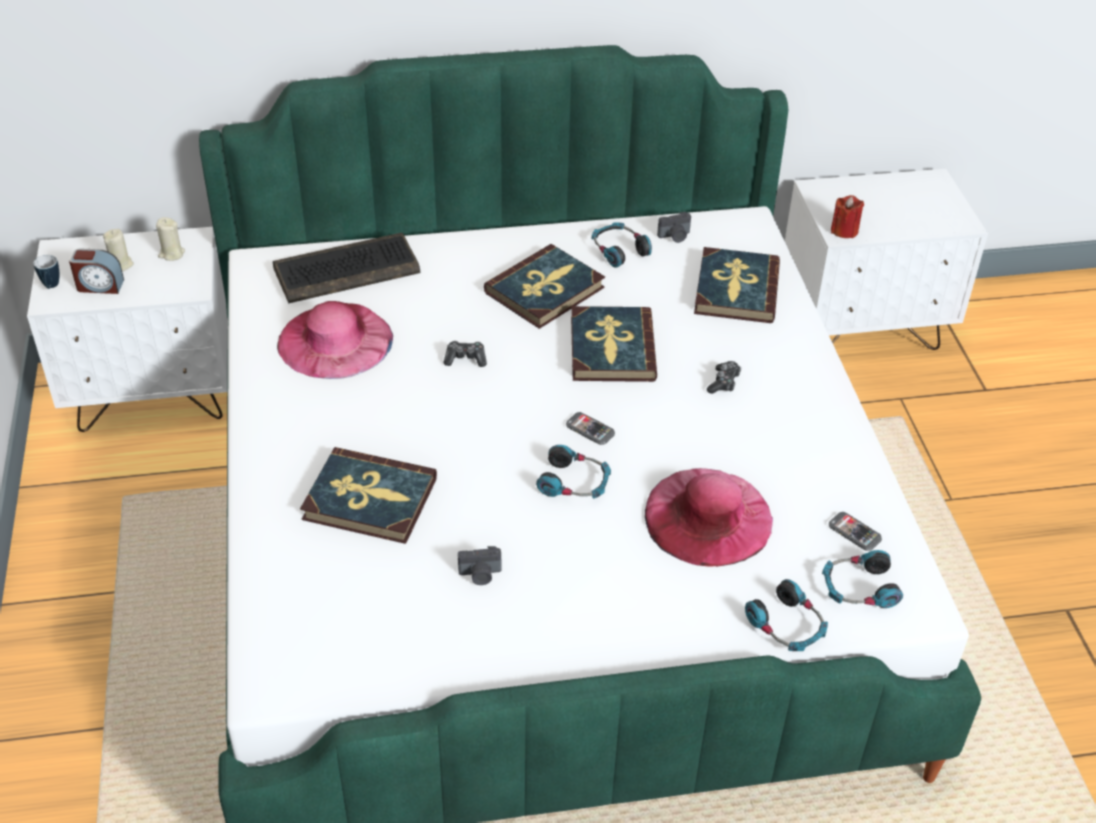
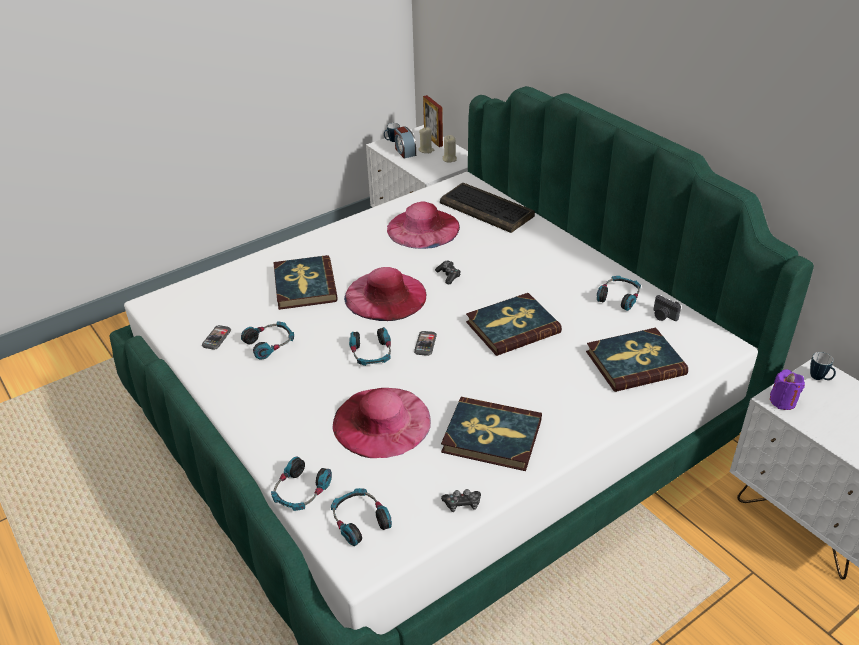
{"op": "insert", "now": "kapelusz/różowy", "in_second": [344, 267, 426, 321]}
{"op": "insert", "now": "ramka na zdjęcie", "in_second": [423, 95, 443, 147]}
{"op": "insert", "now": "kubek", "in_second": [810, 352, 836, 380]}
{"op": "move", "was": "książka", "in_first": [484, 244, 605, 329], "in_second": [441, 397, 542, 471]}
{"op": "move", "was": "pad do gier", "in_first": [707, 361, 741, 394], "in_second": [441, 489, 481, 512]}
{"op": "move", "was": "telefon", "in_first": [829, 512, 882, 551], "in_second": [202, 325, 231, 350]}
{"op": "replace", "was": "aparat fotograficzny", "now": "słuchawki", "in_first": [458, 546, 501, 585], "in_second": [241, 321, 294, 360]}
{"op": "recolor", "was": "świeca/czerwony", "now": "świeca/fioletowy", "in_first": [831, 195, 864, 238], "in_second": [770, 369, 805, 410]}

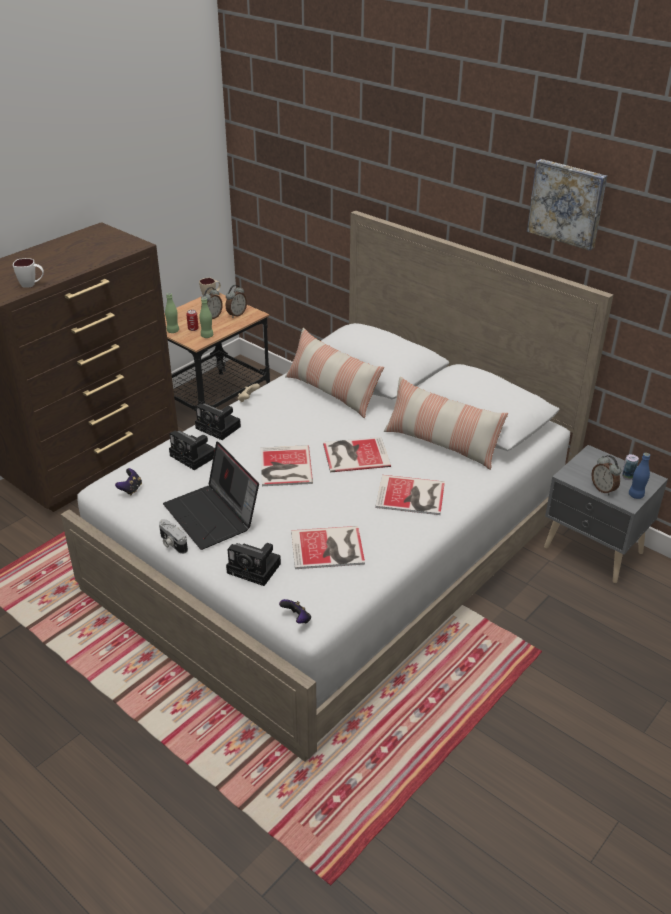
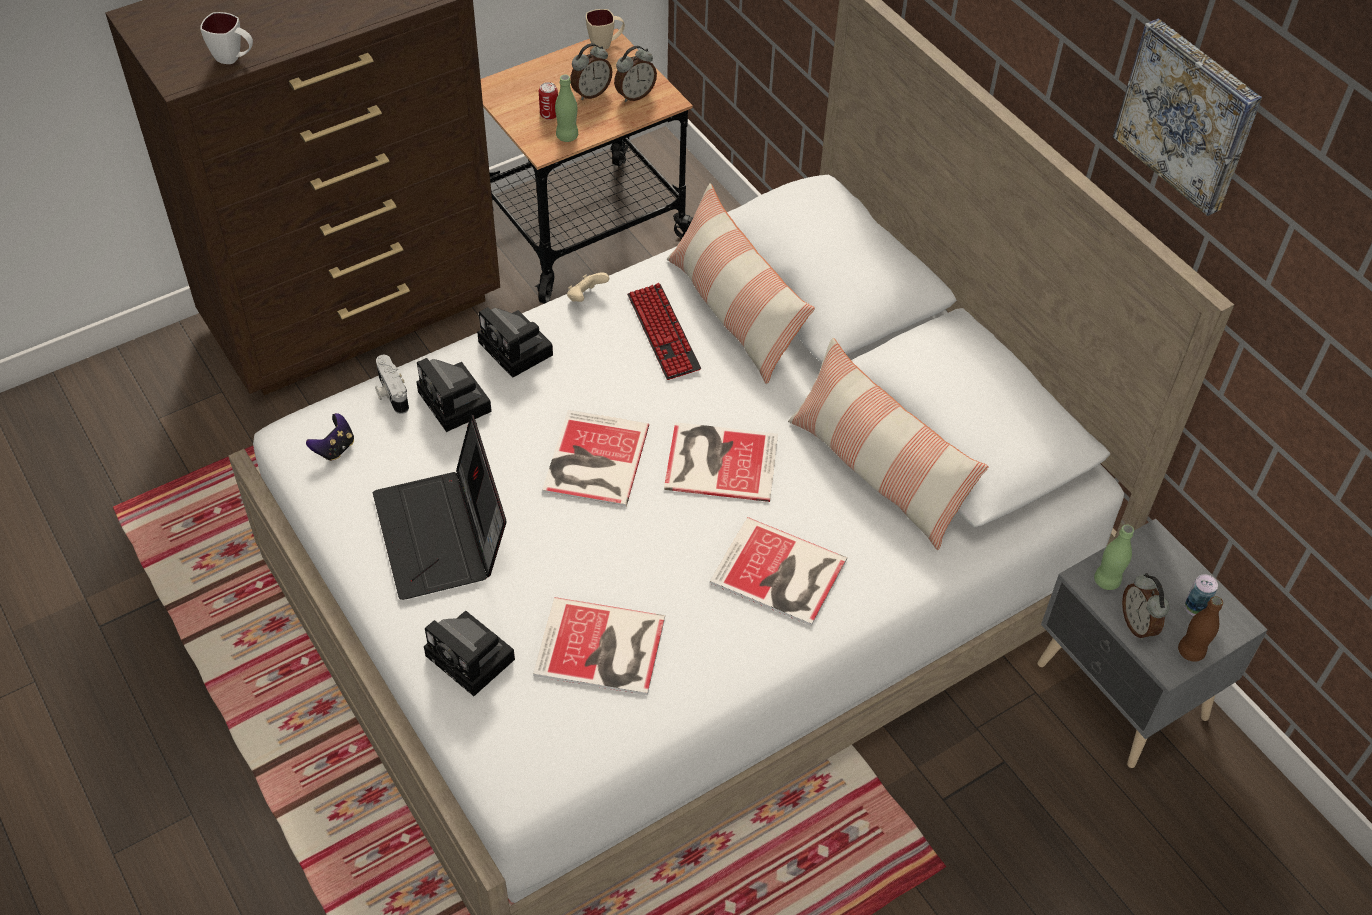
{"op": "delete", "was": "pad do gier", "in_first": [279, 599, 311, 623]}
{"op": "insert", "now": "klawiatura", "in_second": [627, 283, 701, 380]}
{"op": "move", "was": "aparat fotograficzny", "in_first": [159, 519, 188, 554], "in_second": [375, 355, 409, 414]}
{"op": "move", "was": "butelka/zielony", "in_first": [165, 293, 179, 333], "in_second": [1094, 524, 1134, 590]}
{"op": "recolor", "was": "butelka/niebieski", "now": "butelka/brązowy", "in_first": [629, 453, 650, 499], "in_second": [1178, 596, 1223, 662]}

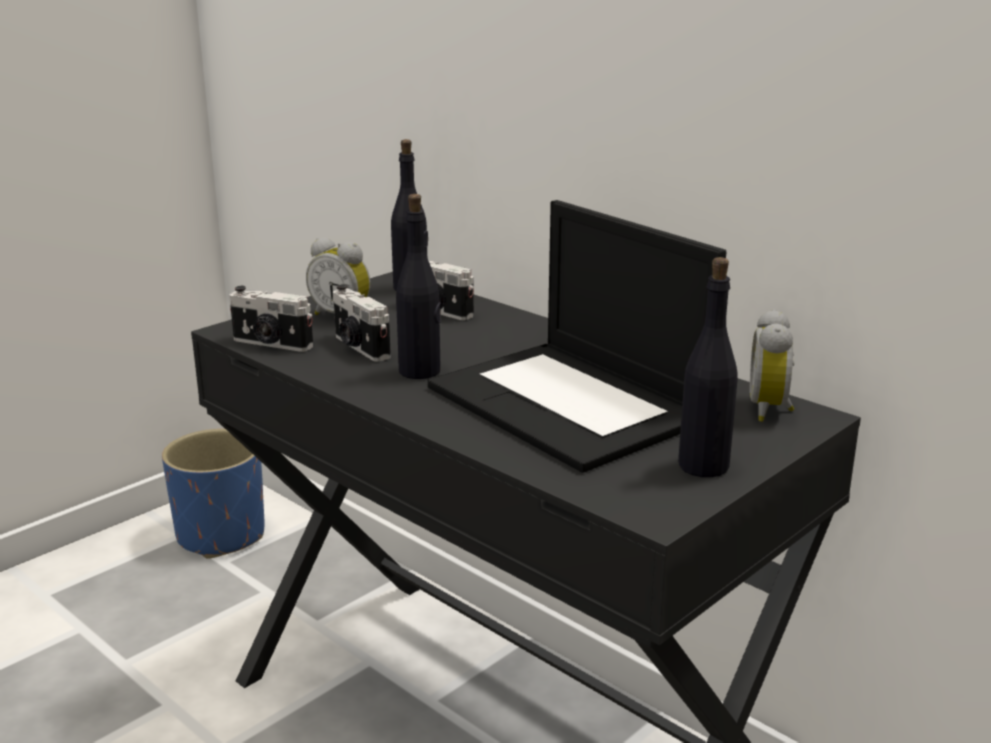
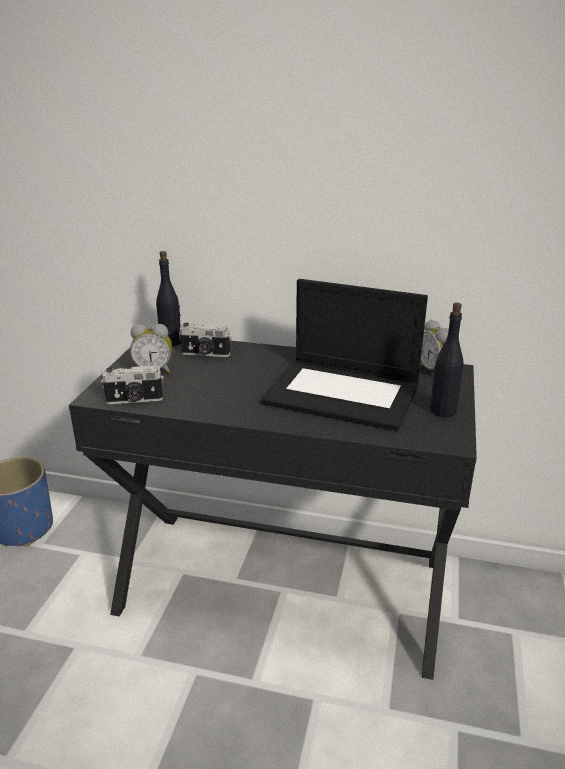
{"op": "delete", "was": "aparat fotograficzny", "in_first": [333, 284, 391, 362]}
{"op": "delete", "was": "butelka/czarny", "in_first": [396, 194, 441, 379]}

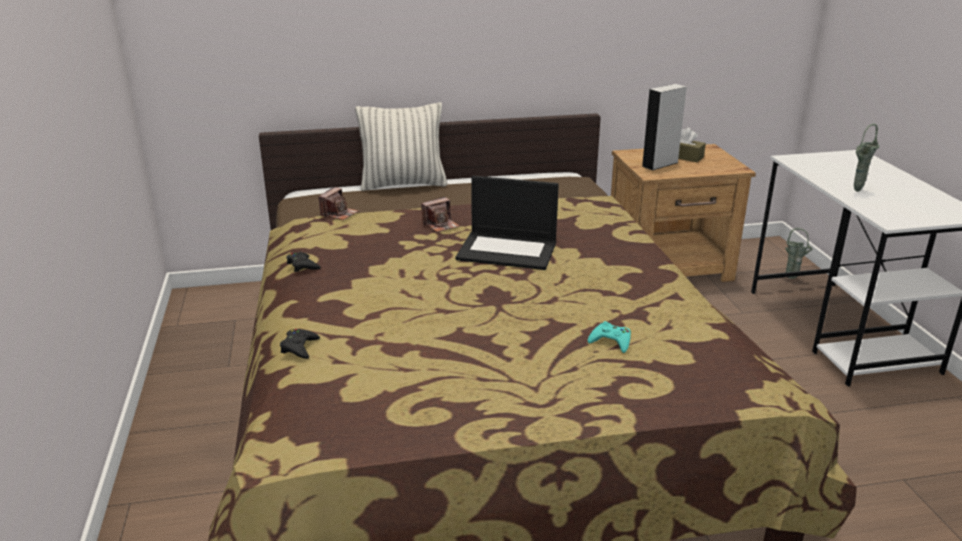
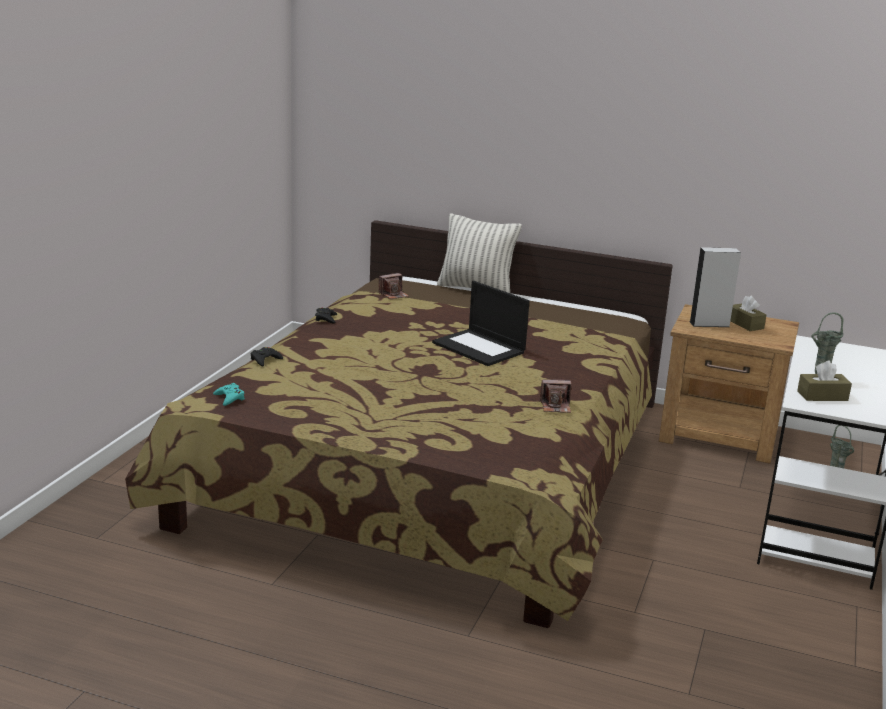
{"op": "insert", "now": "pudełko chusteczek/brązowy", "in_second": [797, 361, 852, 401]}
{"op": "move", "was": "aparat fotograficzny", "in_first": [421, 197, 460, 232], "in_second": [539, 380, 571, 413]}
{"op": "move", "was": "pad do gier/turkusowy", "in_first": [588, 321, 631, 353], "in_second": [213, 383, 245, 406]}

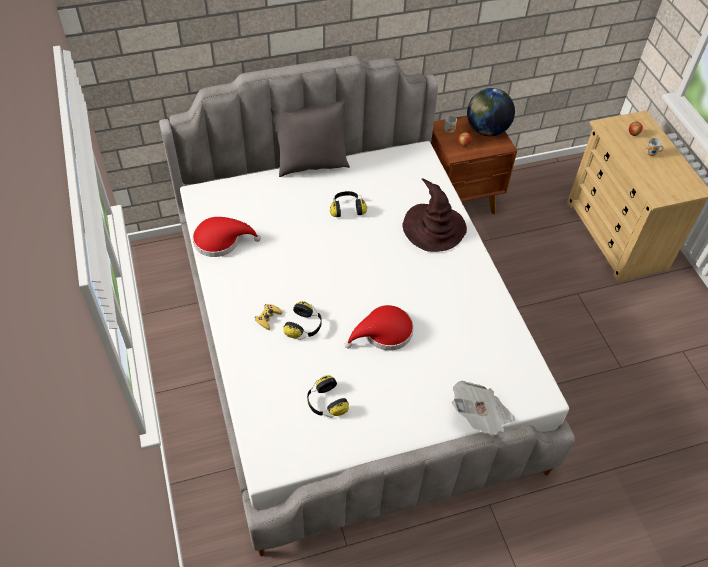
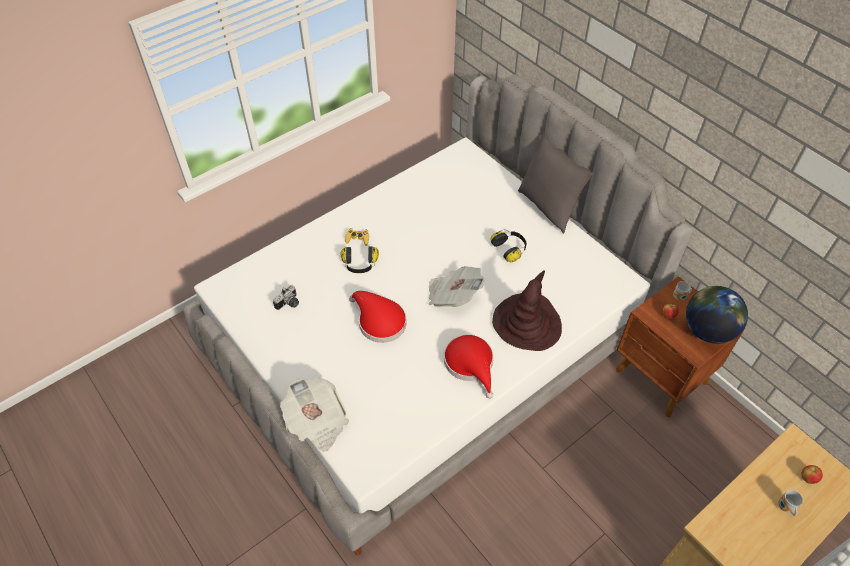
{"op": "insert", "now": "gazeta", "in_second": [429, 266, 484, 307]}
{"op": "move", "was": "kapelusz/czerwony", "in_first": [193, 217, 261, 257], "in_second": [444, 335, 493, 399]}
{"op": "replace", "was": "słuchawki", "now": "aparat fotograficzny", "in_first": [307, 375, 349, 417], "in_second": [273, 285, 299, 310]}

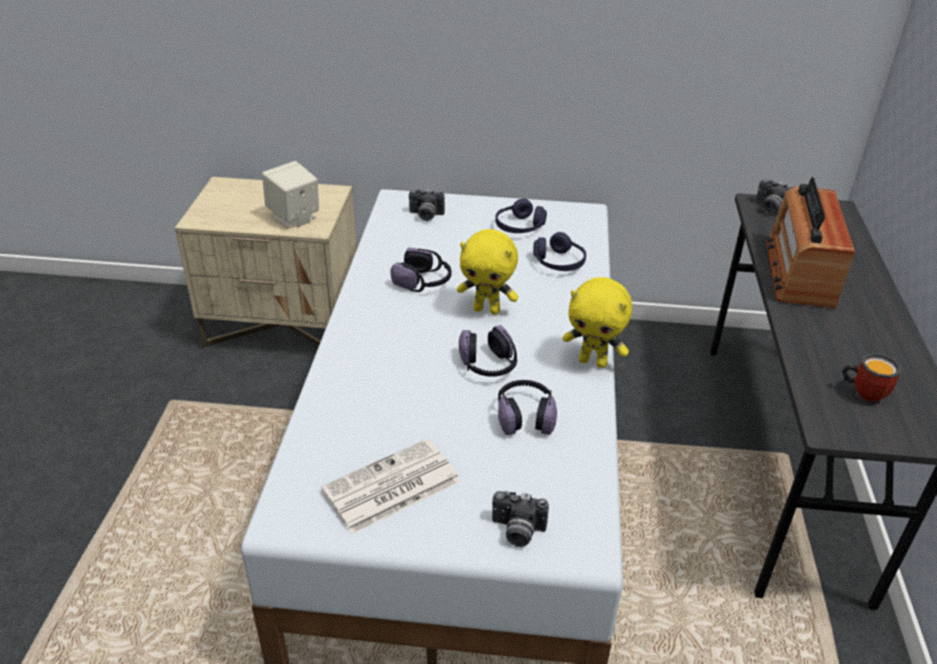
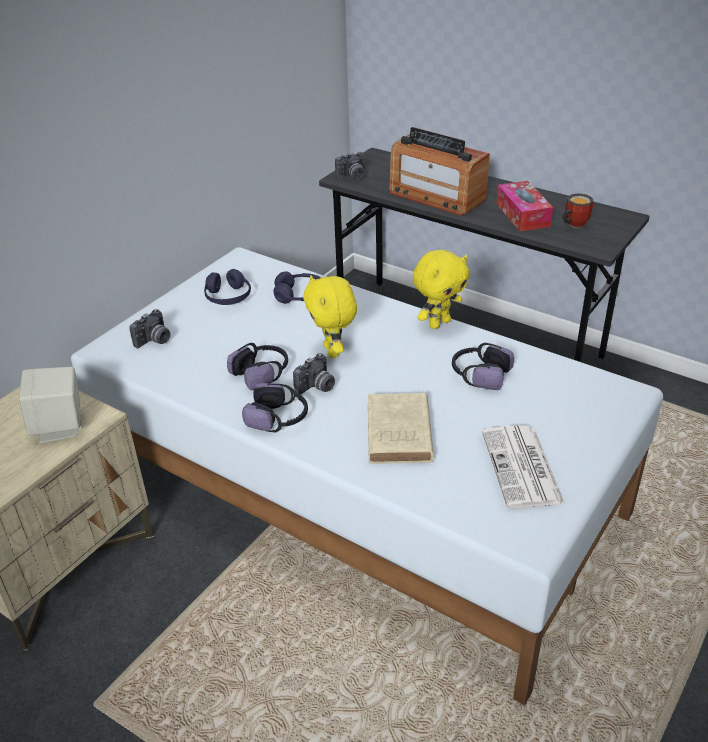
{"op": "insert", "now": "książka/beżowy", "in_second": [368, 393, 434, 464]}
{"op": "insert", "now": "pudełko chusteczek", "in_second": [497, 181, 553, 231]}
{"op": "move", "was": "słuchawki", "in_first": [459, 325, 517, 377], "in_second": [242, 383, 308, 433]}
{"op": "move", "was": "aparat fotograficzny", "in_first": [492, 491, 549, 547], "in_second": [293, 353, 335, 395]}
{"op": "rotate", "was": "pluszak/żółty", "in_first": [457, 229, 518, 315], "in_second": [303, 275, 357, 358], "clockwise": 120}

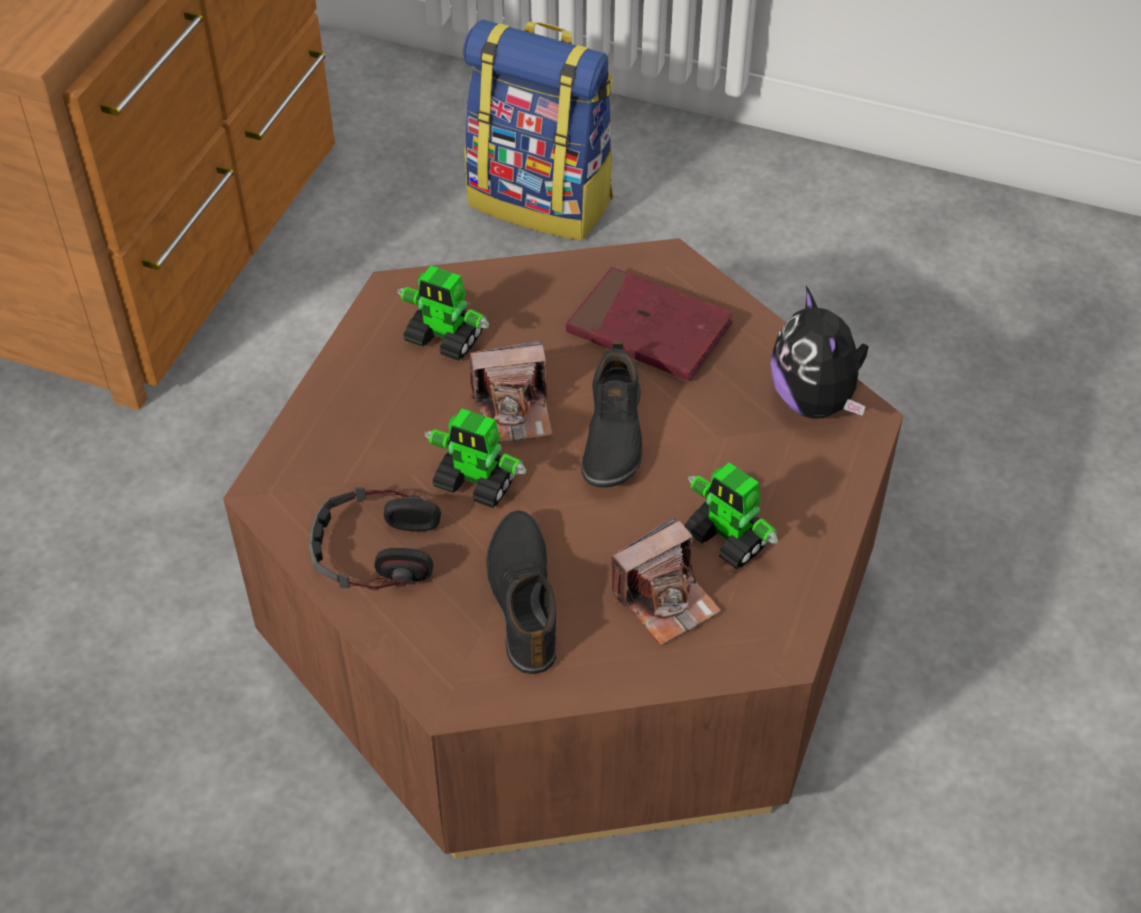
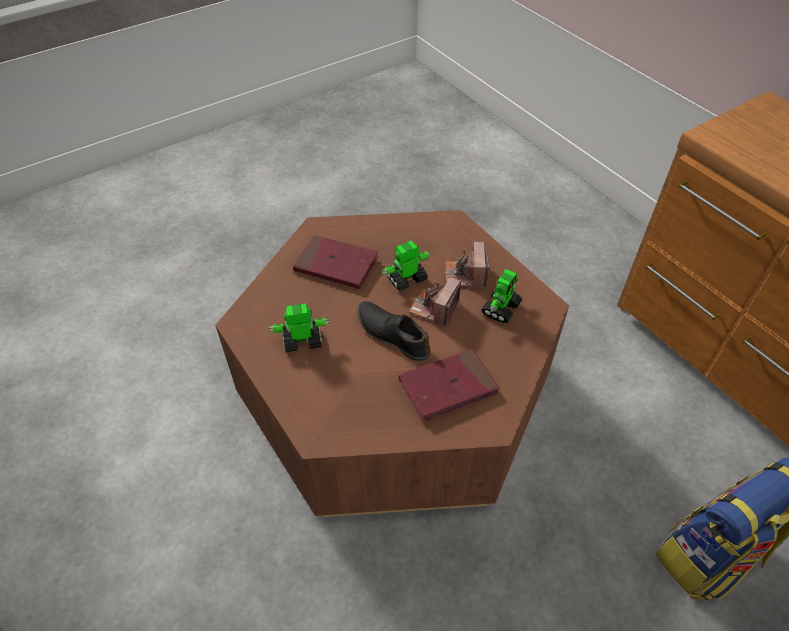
{"op": "delete", "was": "słuchawki", "in_first": [309, 487, 441, 590]}
{"op": "delete", "was": "pluszak", "in_first": [771, 286, 868, 419]}
{"op": "move", "was": "aparat fotograficzny", "in_first": [611, 517, 721, 646], "in_second": [445, 241, 490, 288]}
{"op": "replace", "was": "but/czarny", "now": "książka/czerwony", "in_first": [486, 510, 556, 674], "in_second": [293, 235, 379, 289]}
{"op": "rotate", "was": "robot zabawkowy", "in_first": [397, 265, 489, 361], "in_second": [481, 269, 523, 323], "clockwise": 150}

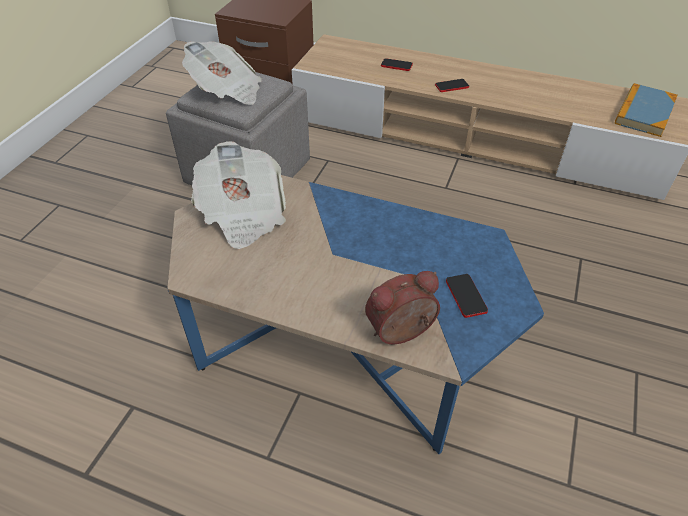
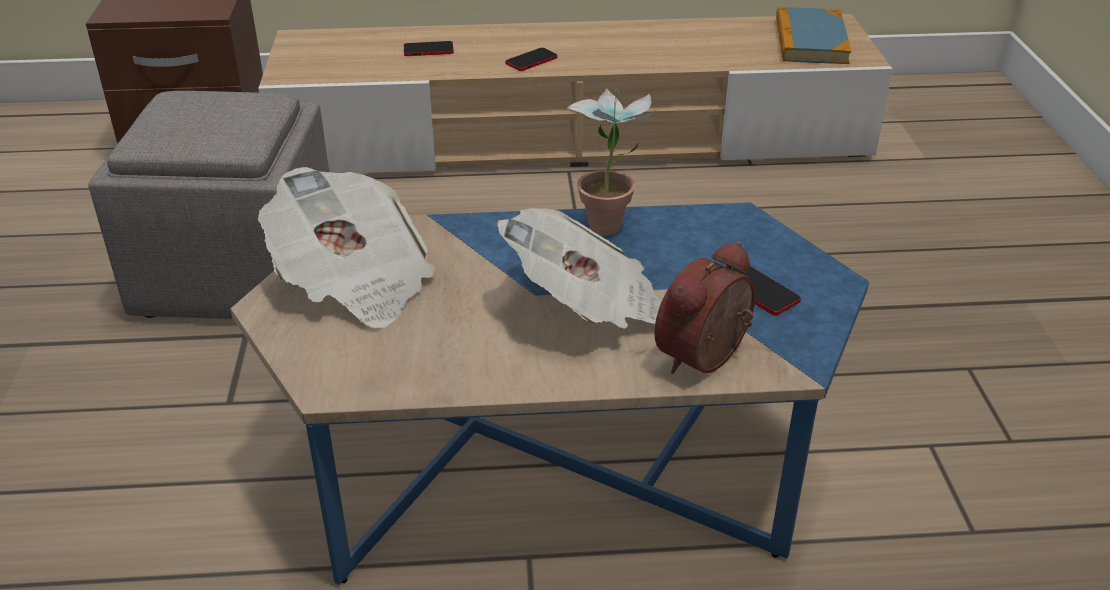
{"op": "insert", "now": "roślina doniczkowa", "in_second": [566, 88, 656, 236]}
{"op": "move", "was": "gazeta", "in_first": [182, 41, 262, 105], "in_second": [497, 208, 661, 329]}

